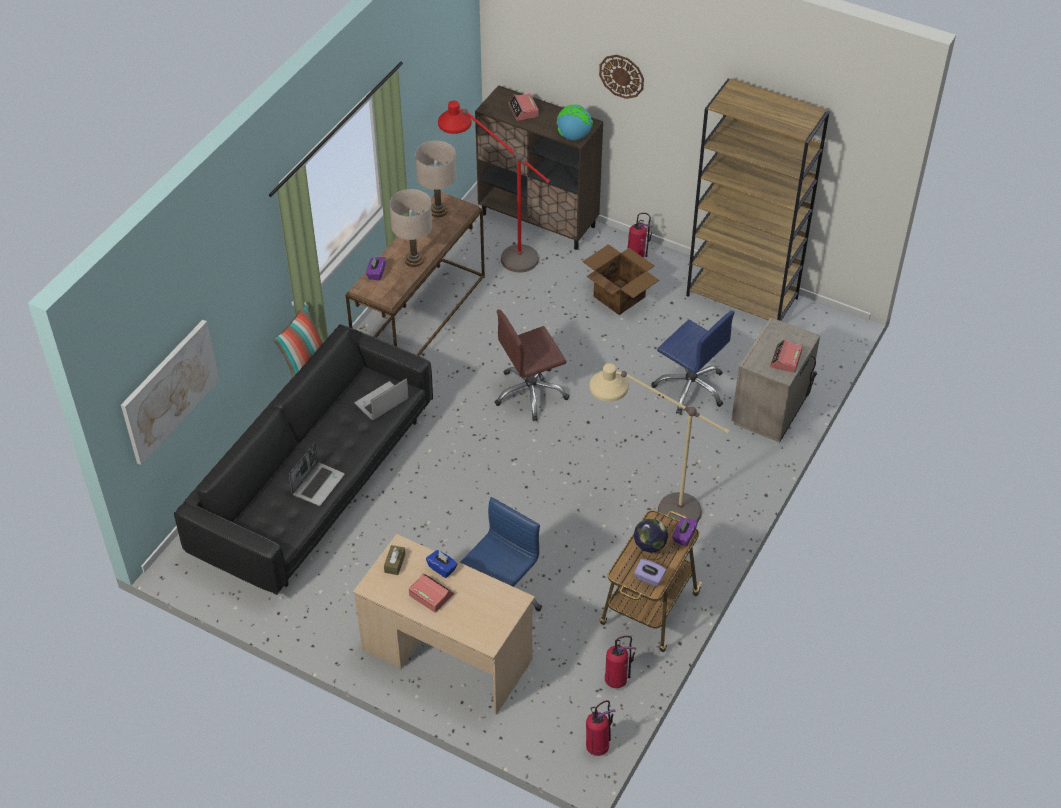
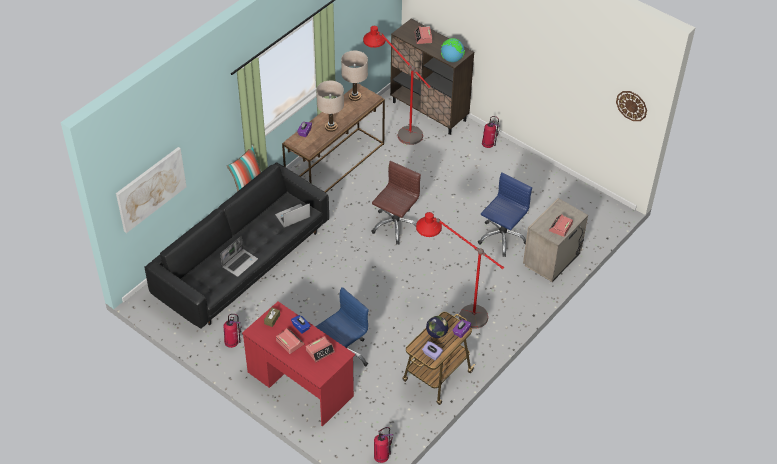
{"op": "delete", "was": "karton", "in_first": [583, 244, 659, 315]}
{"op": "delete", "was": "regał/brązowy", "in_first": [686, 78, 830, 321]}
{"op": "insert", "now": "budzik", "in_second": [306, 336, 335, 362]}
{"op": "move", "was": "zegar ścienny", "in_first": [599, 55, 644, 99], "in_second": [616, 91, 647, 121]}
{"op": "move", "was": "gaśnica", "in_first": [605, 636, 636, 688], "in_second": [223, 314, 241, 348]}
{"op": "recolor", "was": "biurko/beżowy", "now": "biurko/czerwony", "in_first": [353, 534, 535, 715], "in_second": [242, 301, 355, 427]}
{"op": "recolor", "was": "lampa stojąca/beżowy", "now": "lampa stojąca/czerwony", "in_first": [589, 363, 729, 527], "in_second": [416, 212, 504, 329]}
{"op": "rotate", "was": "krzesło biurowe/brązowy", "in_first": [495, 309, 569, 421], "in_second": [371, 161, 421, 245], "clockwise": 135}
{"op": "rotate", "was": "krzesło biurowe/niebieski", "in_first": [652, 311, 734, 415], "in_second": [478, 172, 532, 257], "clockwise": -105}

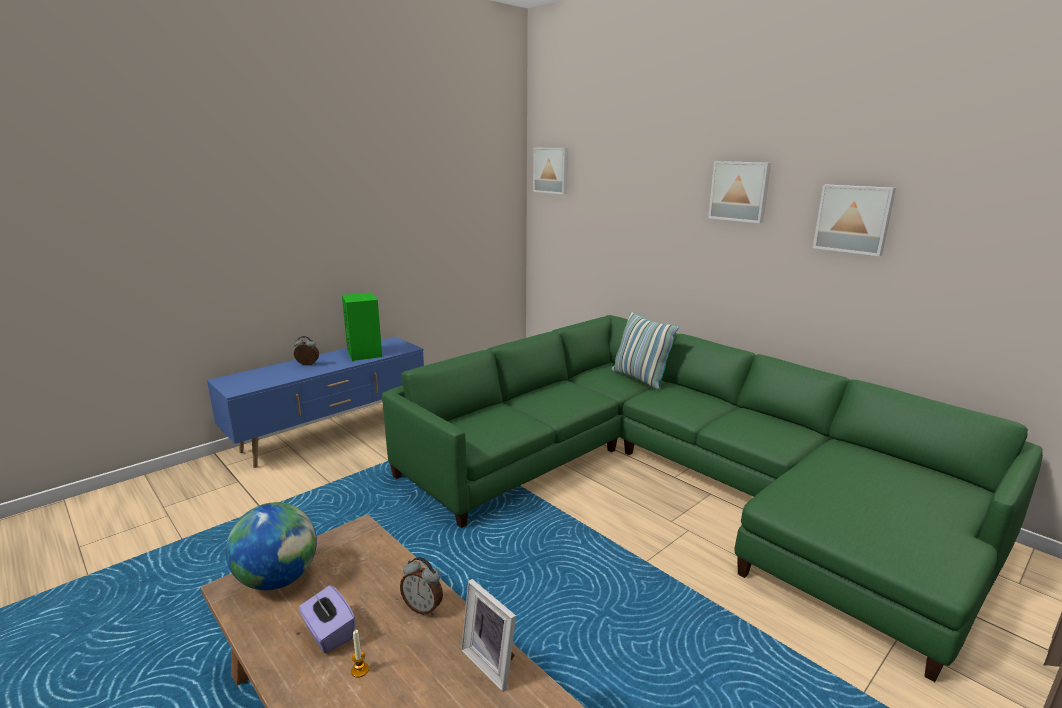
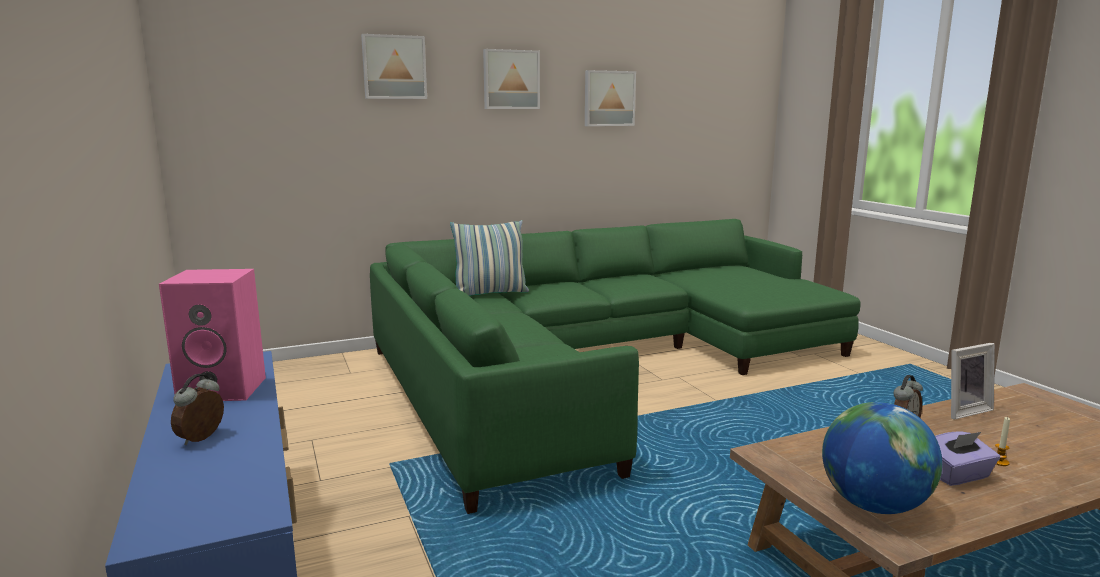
{"op": "move", "was": "obraz", "in_first": [533, 148, 568, 194], "in_second": [361, 34, 427, 99]}
{"op": "recolor", "was": "głośnik/zielony", "now": "głośnik/różowy", "in_first": [342, 292, 382, 361], "in_second": [159, 269, 266, 401]}

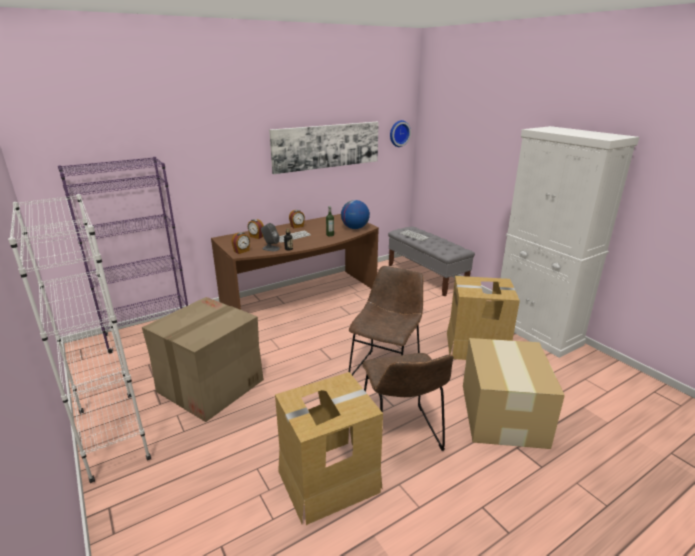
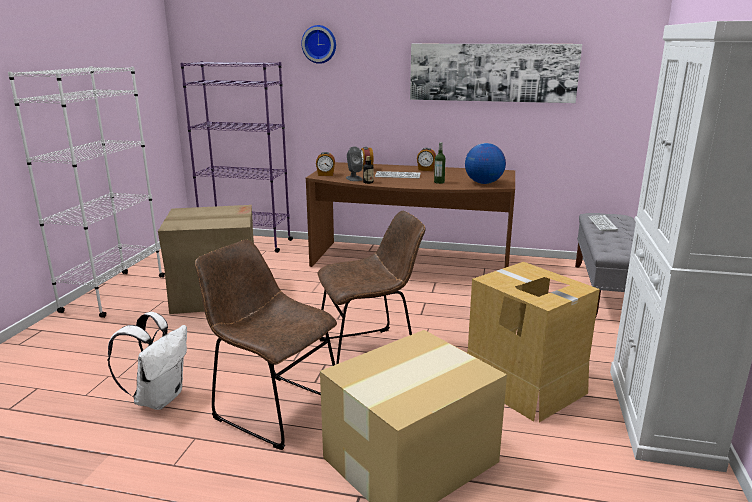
{"op": "move", "was": "zegar ścienny", "in_first": [390, 120, 411, 147], "in_second": [301, 25, 336, 64]}
{"op": "replace", "was": "karton", "now": "plecak/biały", "in_first": [275, 372, 383, 525], "in_second": [108, 312, 187, 410]}
{"op": "rotate", "was": "krzesło/brązowy", "in_first": [362, 353, 453, 451], "in_second": [195, 240, 337, 450], "clockwise": 90}

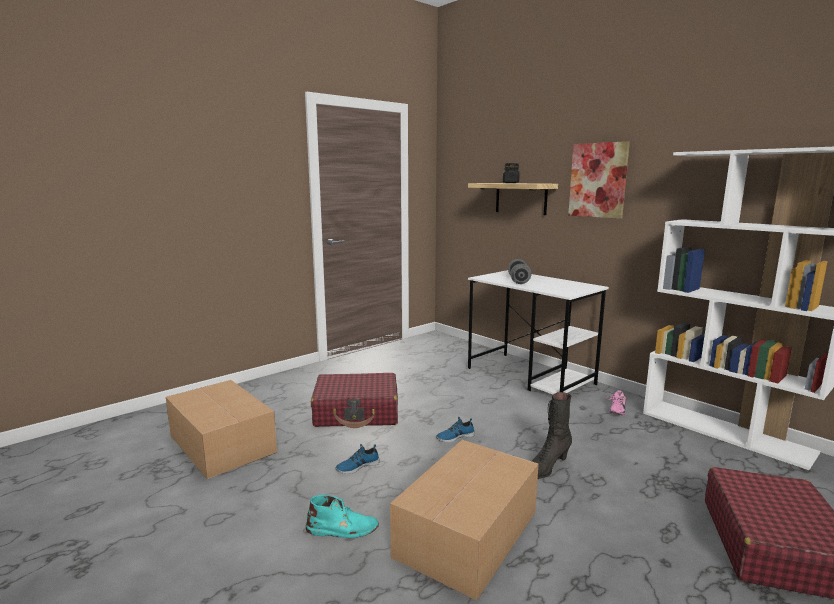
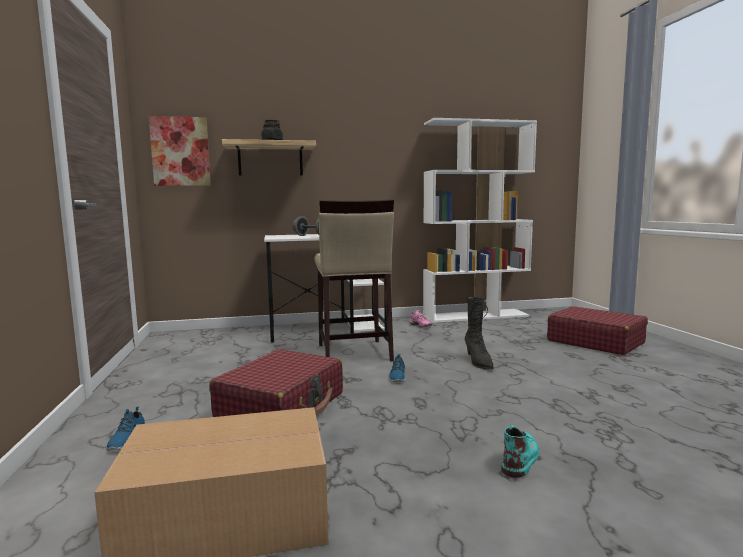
{"op": "delete", "was": "karton", "in_first": [390, 440, 538, 600]}
{"op": "insert", "now": "stołek/beżowy", "in_second": [314, 199, 394, 361]}
{"op": "move", "was": "but", "in_first": [336, 444, 380, 474], "in_second": [106, 406, 145, 450]}
{"op": "move", "was": "obraz", "in_first": [568, 141, 630, 219], "in_second": [149, 116, 211, 186]}

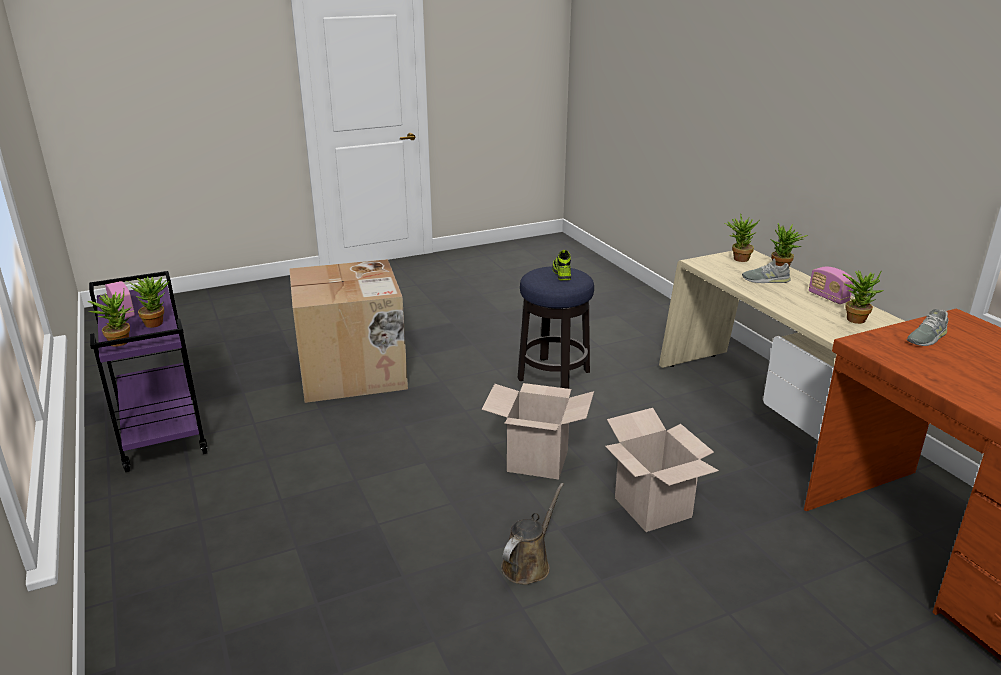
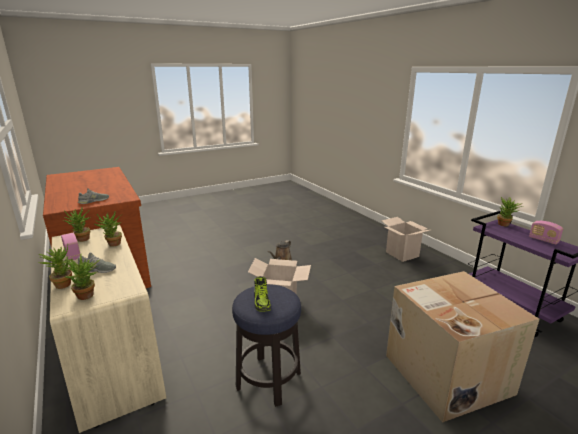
{"op": "move", "was": "roślina doniczkowa", "in_first": [126, 276, 169, 328], "in_second": [95, 211, 122, 247]}
{"op": "move", "was": "karton", "in_first": [605, 408, 719, 532], "in_second": [382, 217, 430, 262]}

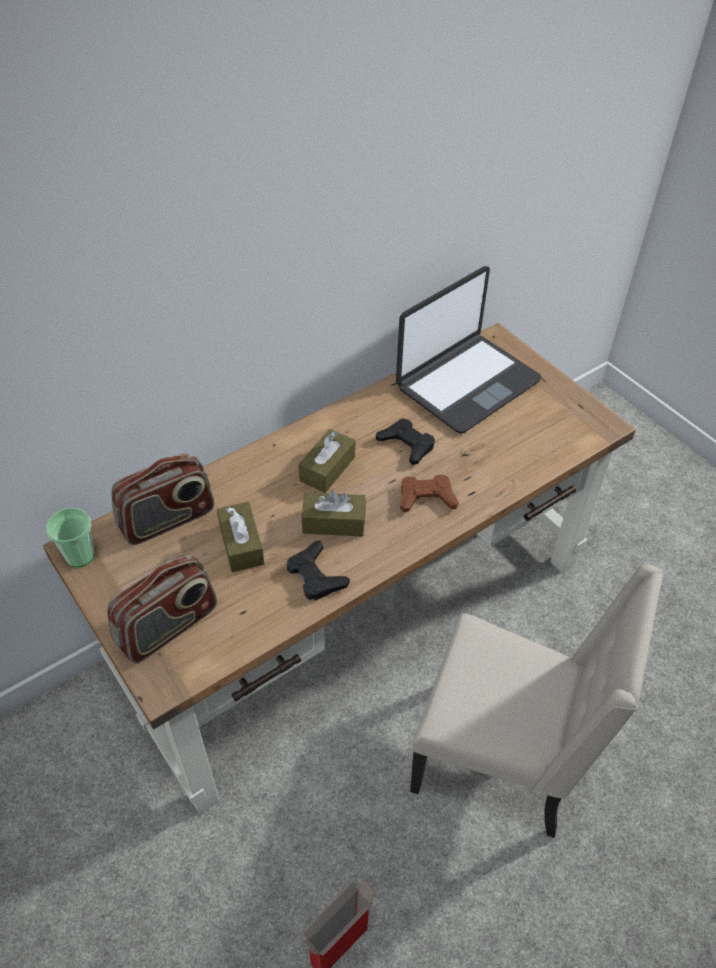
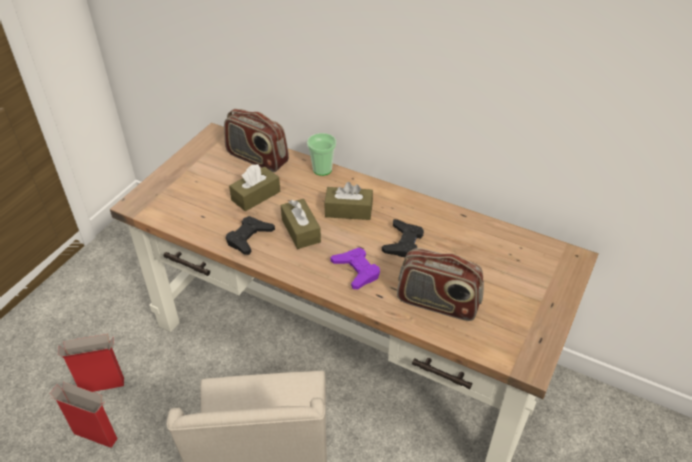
{"op": "delete", "was": "laptop", "in_first": [396, 266, 542, 434]}
{"op": "insert", "now": "karton", "in_second": [58, 334, 124, 392]}
{"op": "move", "was": "filiżanka", "in_first": [46, 508, 94, 567], "in_second": [307, 133, 336, 176]}
{"op": "move", "was": "radio", "in_first": [107, 553, 217, 664], "in_second": [397, 248, 484, 321]}
{"op": "recolor", "was": "pad do gier/brązowy", "now": "pad do gier/fioletowy", "in_first": [400, 474, 459, 512], "in_second": [330, 248, 380, 289]}

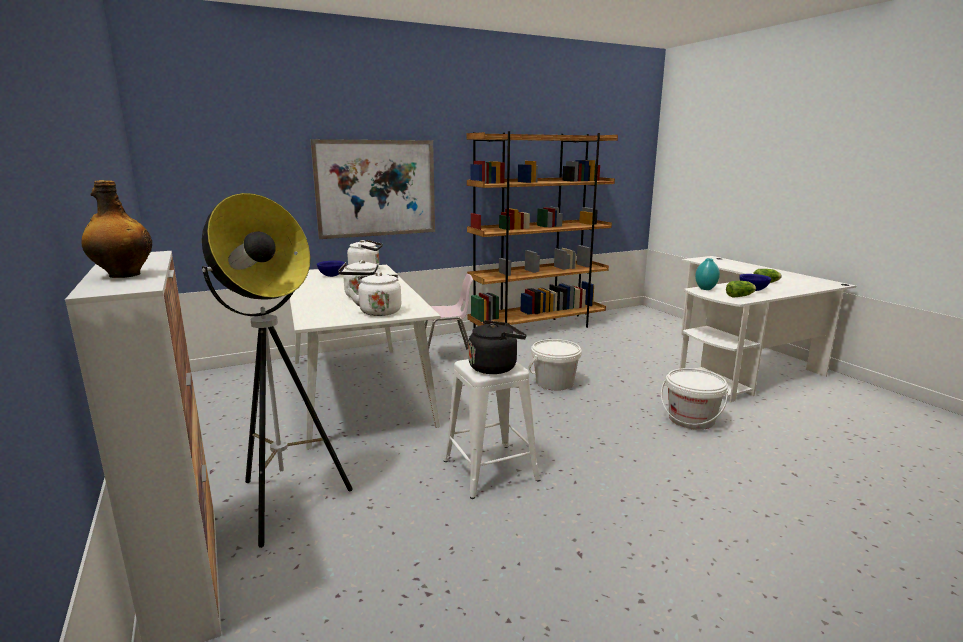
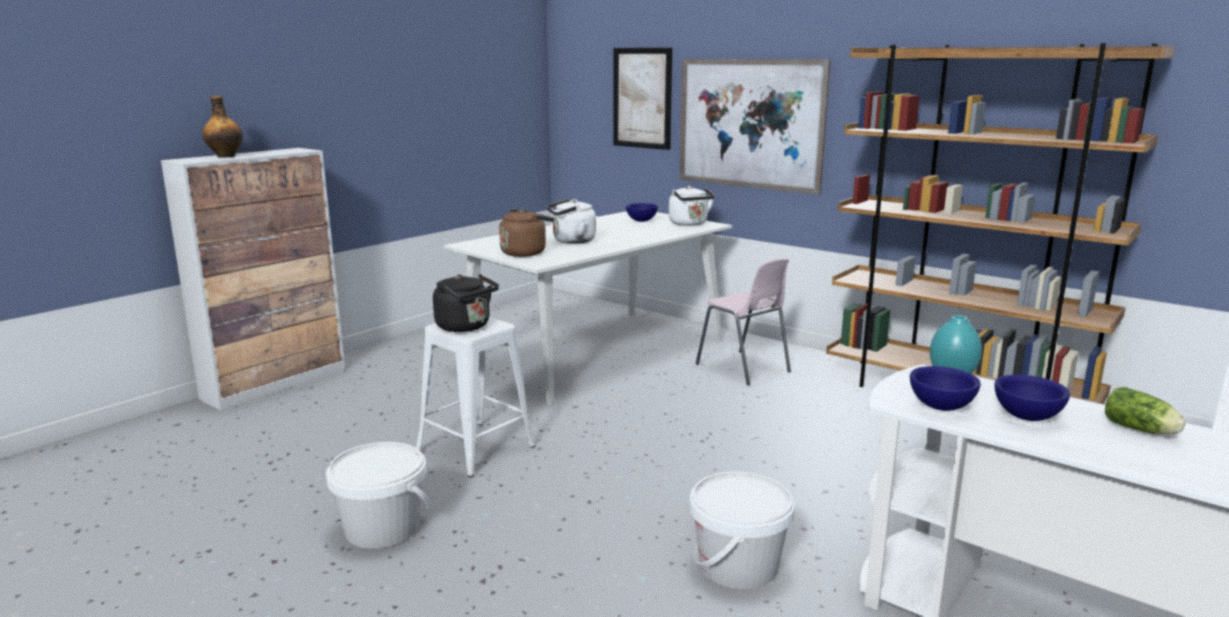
{"op": "delete", "was": "lampa stojąca", "in_first": [202, 193, 353, 548]}
{"op": "insert", "now": "obraz", "in_second": [613, 48, 672, 150]}
{"op": "move", "was": "wiadro/biały", "in_first": [529, 339, 582, 391], "in_second": [326, 442, 431, 549]}
{"op": "replace", "was": "sałata", "now": "miska/niebieski", "in_first": [726, 281, 756, 297], "in_second": [910, 366, 981, 411]}
{"op": "recolor", "was": "czajnik/biały", "now": "czajnik/brązowy", "in_first": [348, 272, 401, 316], "in_second": [499, 209, 554, 257]}

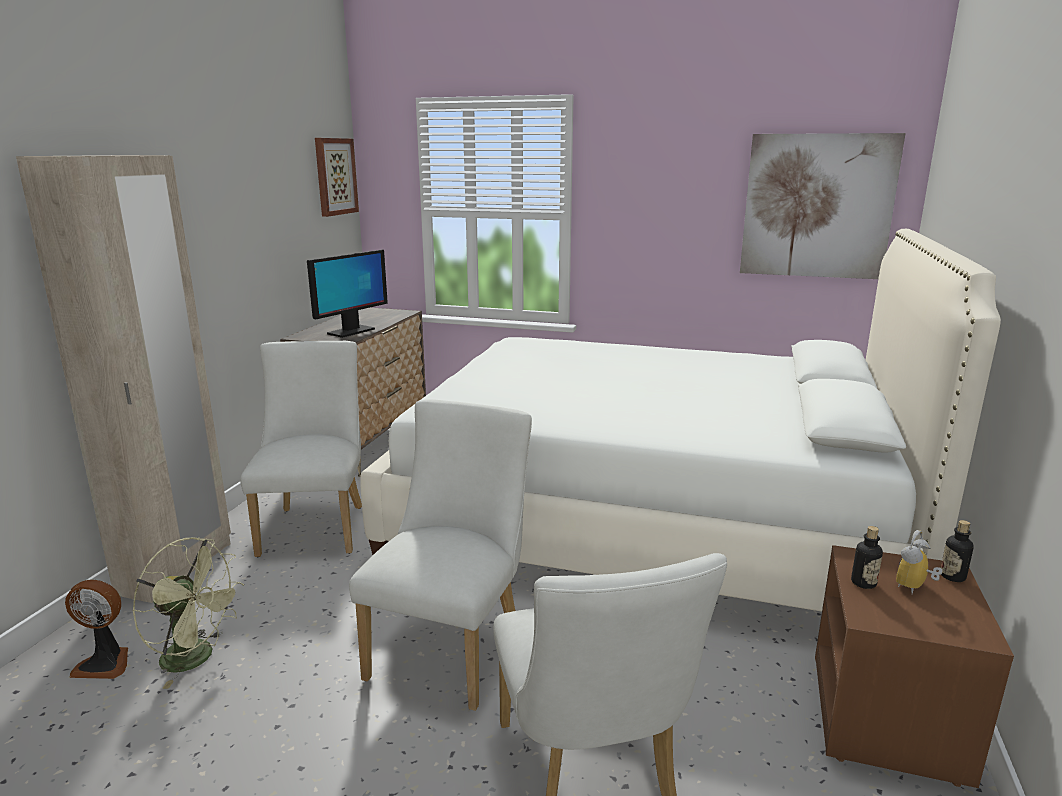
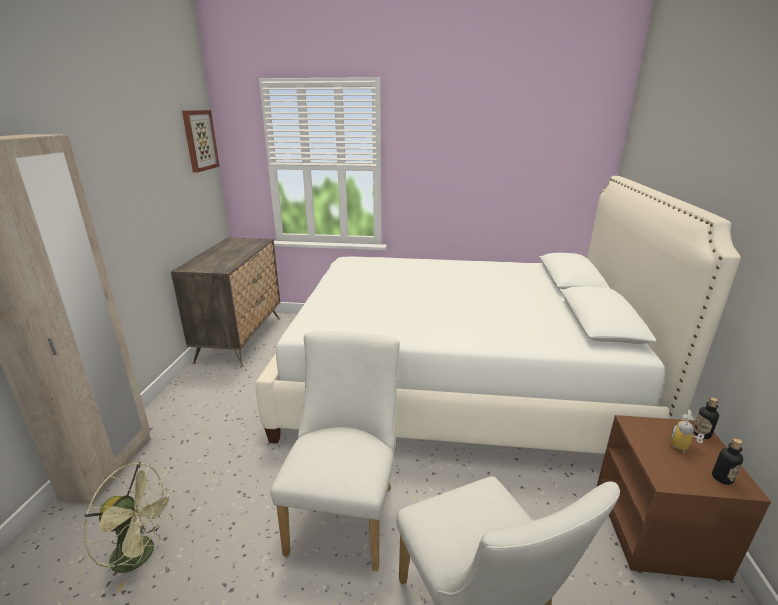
{"op": "delete", "was": "wentylator", "in_first": [65, 579, 128, 679]}
{"op": "delete", "was": "krzesło/biały", "in_first": [240, 341, 362, 557]}
{"op": "delete", "was": "monitor", "in_first": [307, 250, 388, 338]}
{"op": "delete", "was": "obraz", "in_first": [740, 133, 906, 279]}
{"op": "move", "was": "butelka", "in_first": [851, 526, 883, 589], "in_second": [712, 438, 743, 485]}

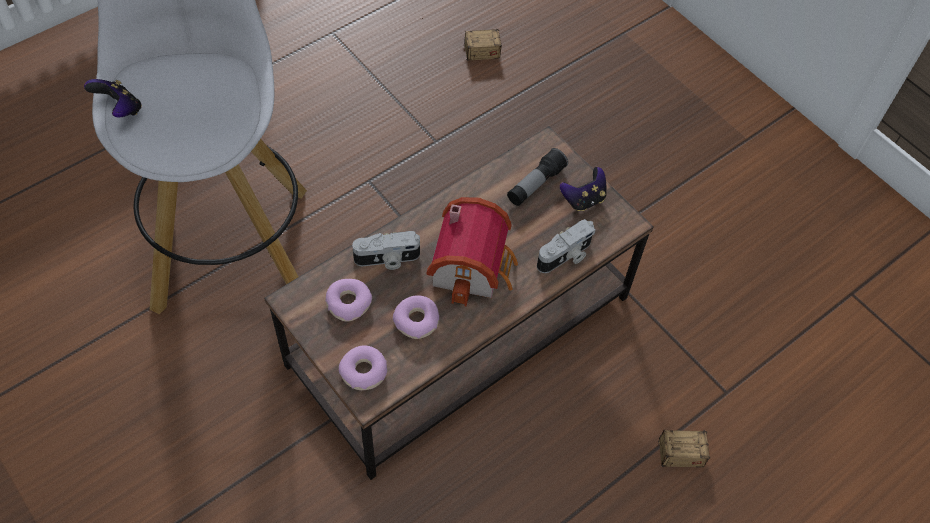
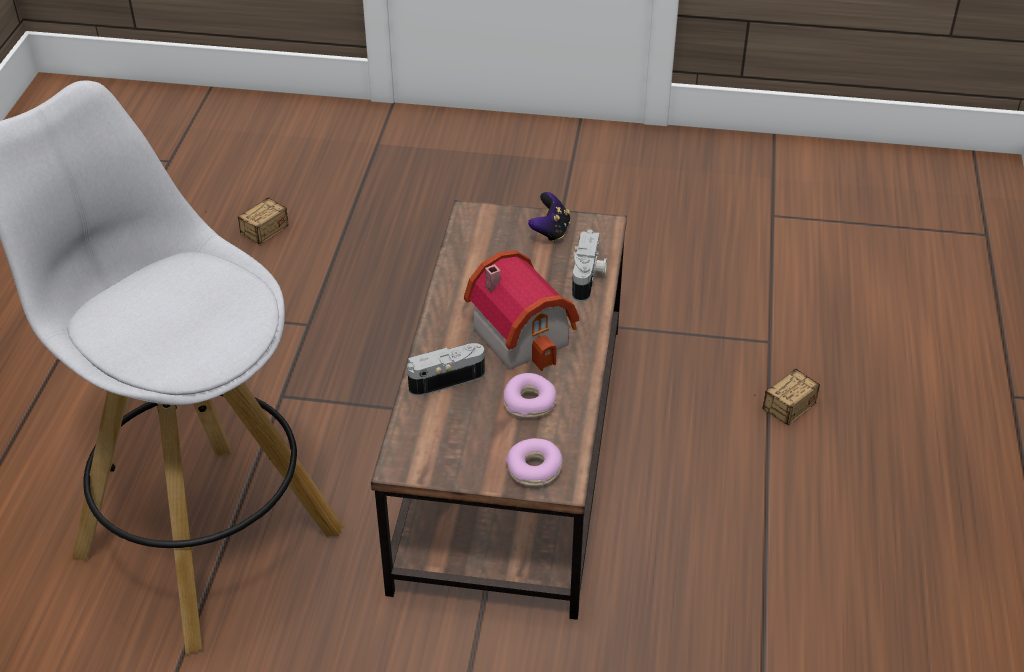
{"op": "delete", "was": "pad do gier", "in_first": [84, 79, 142, 117]}
{"op": "delete", "was": "donut", "in_first": [325, 279, 372, 321]}
{"op": "delete", "was": "latarka", "in_first": [507, 148, 568, 206]}
{"op": "rotate", "was": "aparat fotograficzny", "in_first": [352, 231, 420, 270], "in_second": [407, 343, 485, 396], "clockwise": -150}

